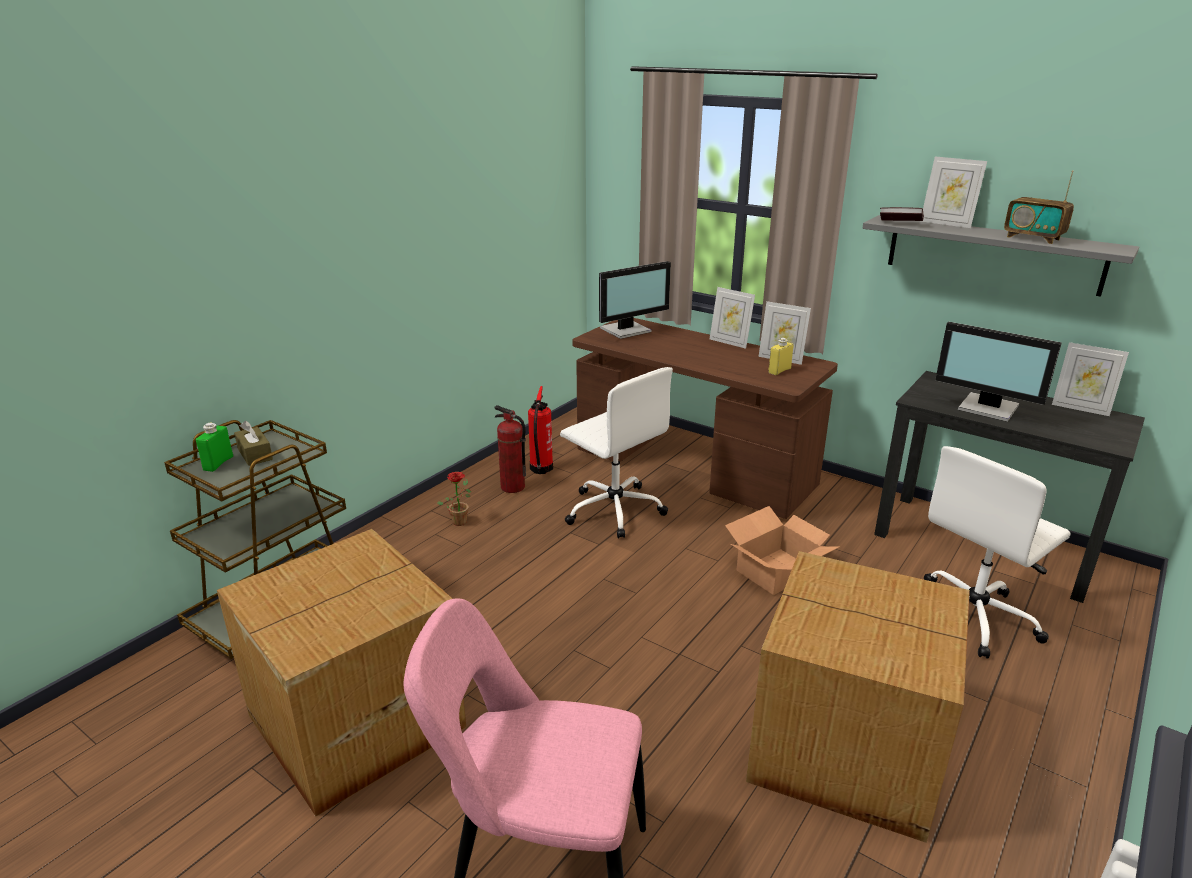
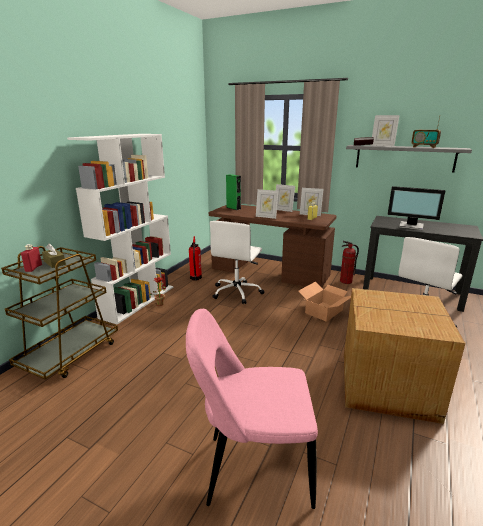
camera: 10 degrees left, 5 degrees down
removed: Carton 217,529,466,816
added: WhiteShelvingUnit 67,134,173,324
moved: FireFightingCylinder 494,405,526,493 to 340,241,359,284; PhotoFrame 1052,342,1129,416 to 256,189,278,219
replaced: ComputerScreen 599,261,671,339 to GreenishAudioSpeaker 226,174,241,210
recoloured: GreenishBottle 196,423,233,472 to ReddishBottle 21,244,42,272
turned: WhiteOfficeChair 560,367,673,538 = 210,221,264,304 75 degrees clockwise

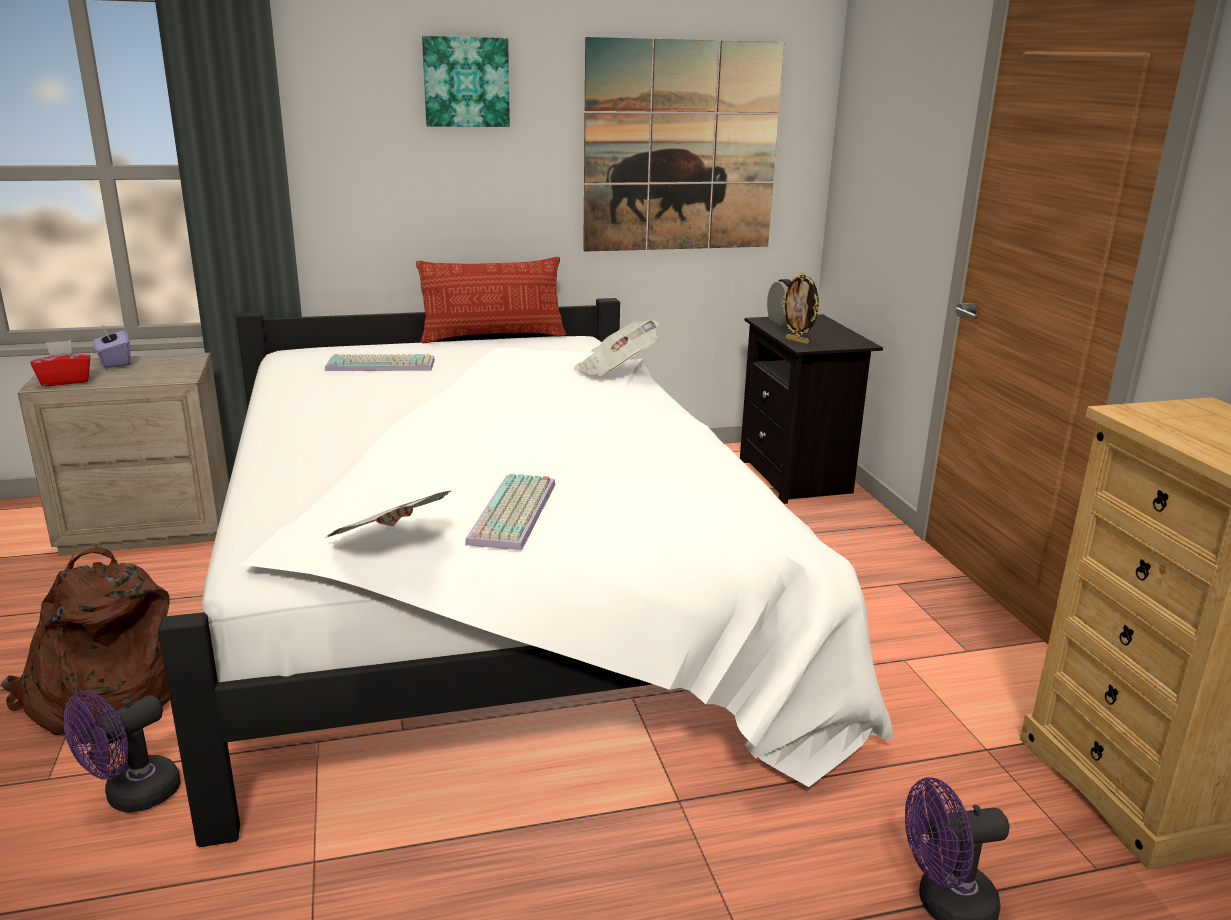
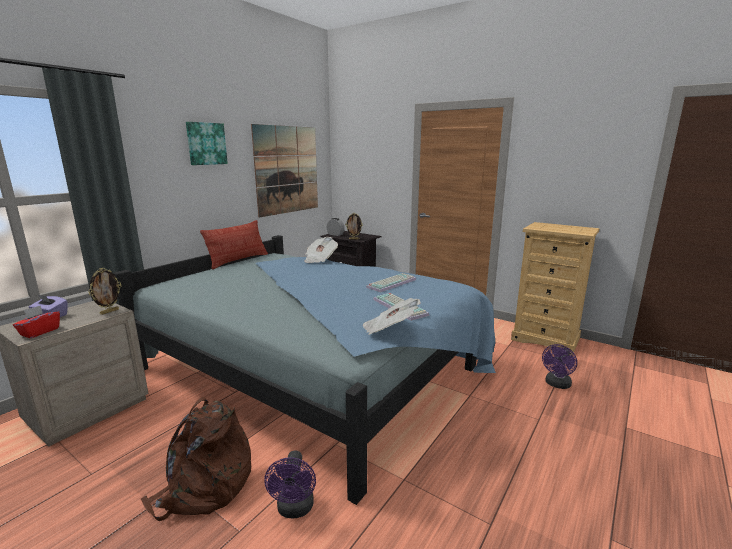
camera: 40 degrees left, 5 degrees down
added: PhotoFrame 88,268,121,315
moved: ComputerKeyboard 325,354,435,371 to 366,273,416,293
recoloured: WhiteBedroomBed 158,298,893,847 to BluishBedroomBed 113,235,496,505

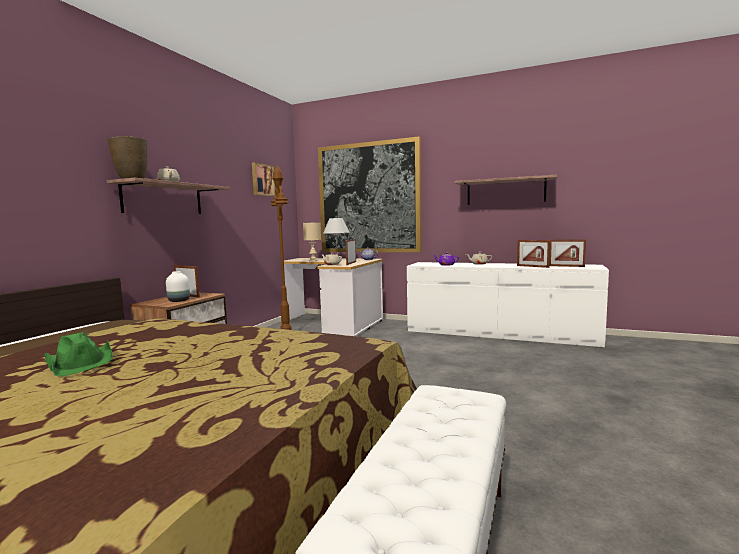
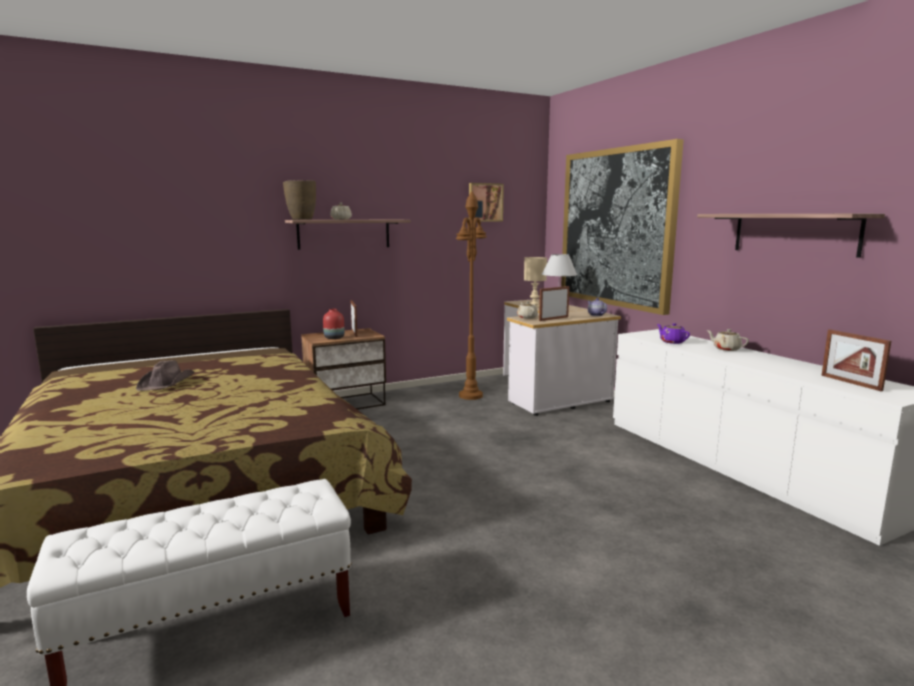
camera: 40 degrees right, 5 degrees up
removed: PhotoFrame 517,240,550,268
recoloured: GreenishClothingHat 44,332,113,377 to BrownishClothingHat 136,360,195,391; WhiteFlowerVase 166,271,190,302 to ReddishFlowerVase 323,309,345,339

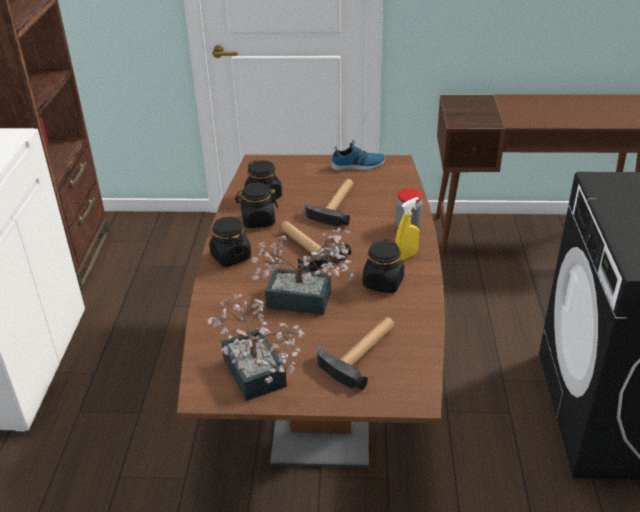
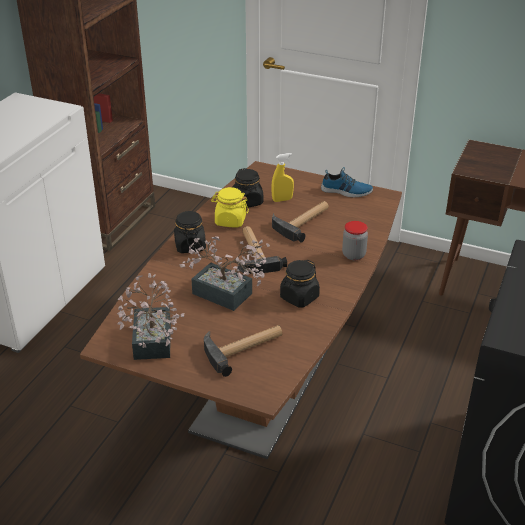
camera: 20 degrees right, 0 degrees up
moved: YellowHandSprayer 395,197,419,261 to 271,153,294,202
recoloured: BlackishPreserveJar 235,183,278,228 to YellowPreserveJar 211,187,249,227

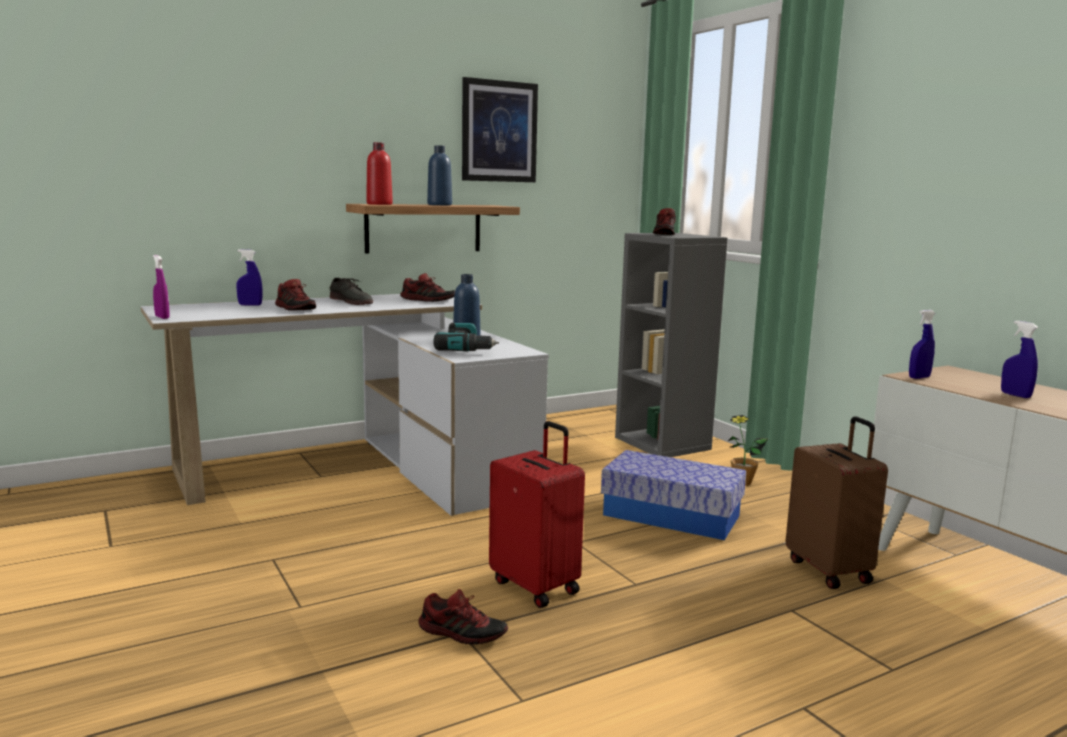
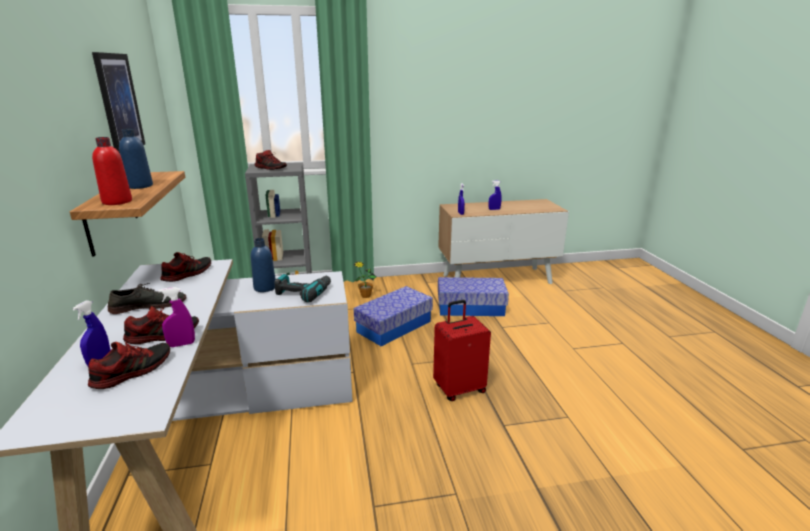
camera: 70 degrees left, 10 degrees up
moved: PurpleHandSprayer 153,255,169,319 to 158,287,195,347; LowShoe 419,589,508,644 to 88,341,170,389
replaced: BrownishSuitcase 785,416,888,589 to StorageBin 438,277,509,316

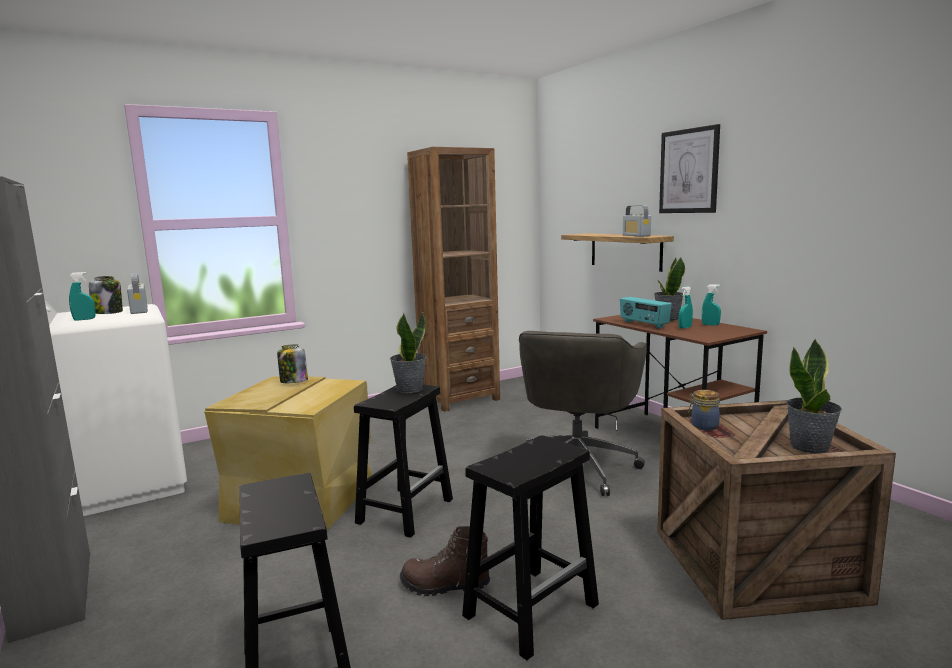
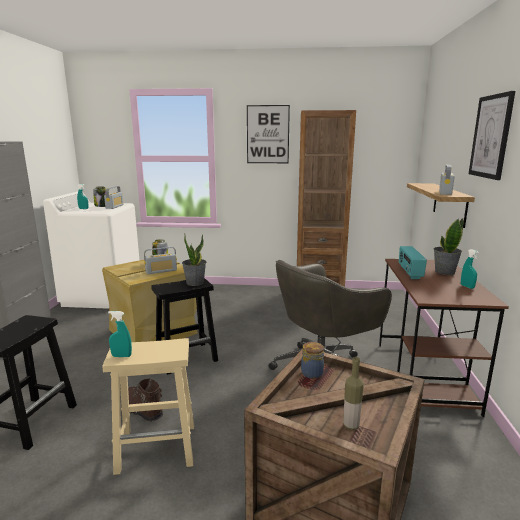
camera: 35 degrees right, 5 degrees up
added: Radio 144,247,177,274; Picture 247,105,290,163
moved: TurquoiseColouredHandSprayer 679,286,693,329 to 108,311,132,357
replaced: PlantInAPot 786,338,842,454 to Bottle 343,357,364,430
recoloured: BlackishStool 462,435,599,660 to BeigeStool 103,338,194,475

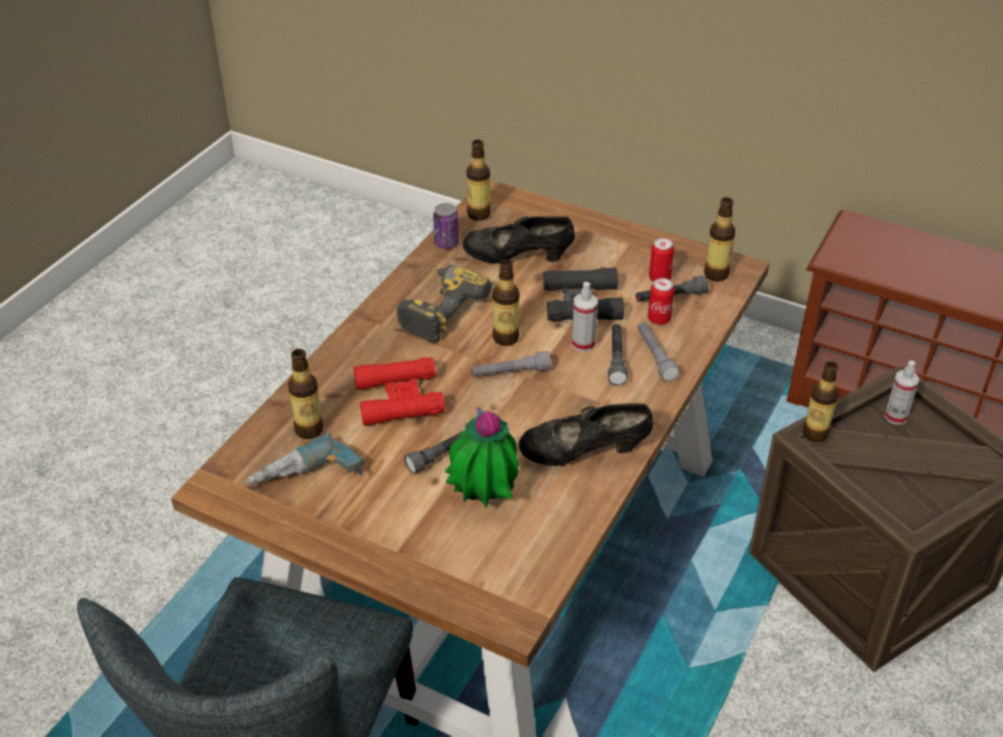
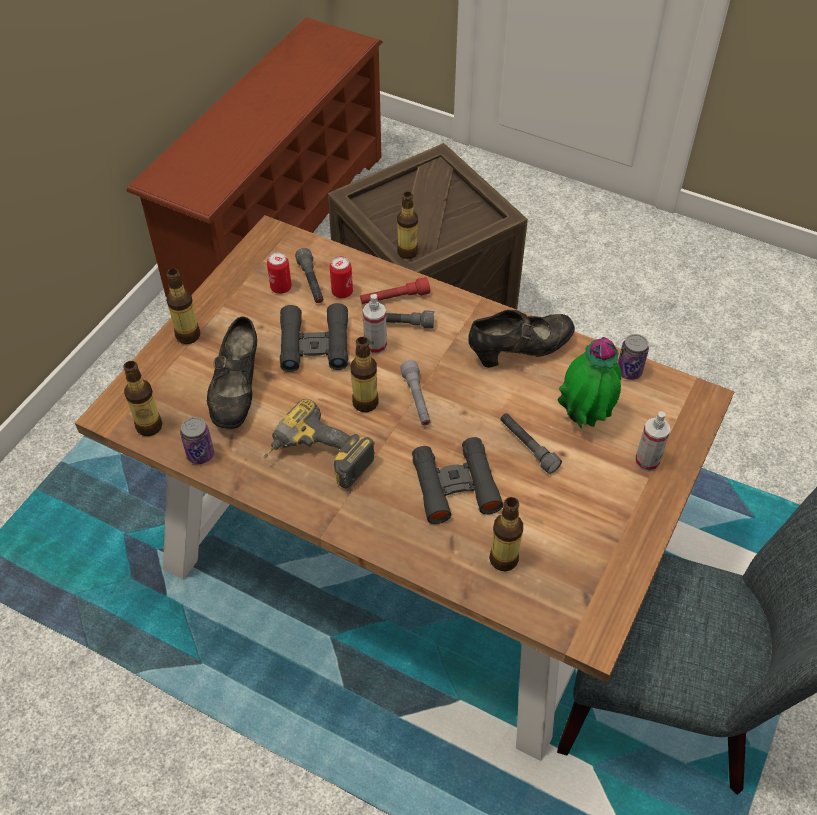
camera: 90 degrees left, 10 degrees up
removed: ElectricDrill 245,434,364,485
added: Can 618,334,649,380
moved: Bottle 704,197,735,281 to 166,269,200,344; HandSprayer 884,361,919,425 to 635,411,670,472
recoloured: ReddishPairOfBinoculars 354,357,445,426 to BlackishPairOfBinoculars 412,437,503,524; GreyTorch 637,322,680,382 to ReddishTorch 360,277,430,304
turned: BlackishLowShoe 519,403,654,466 = 468,310,575,368 105 degrees counterclockwise

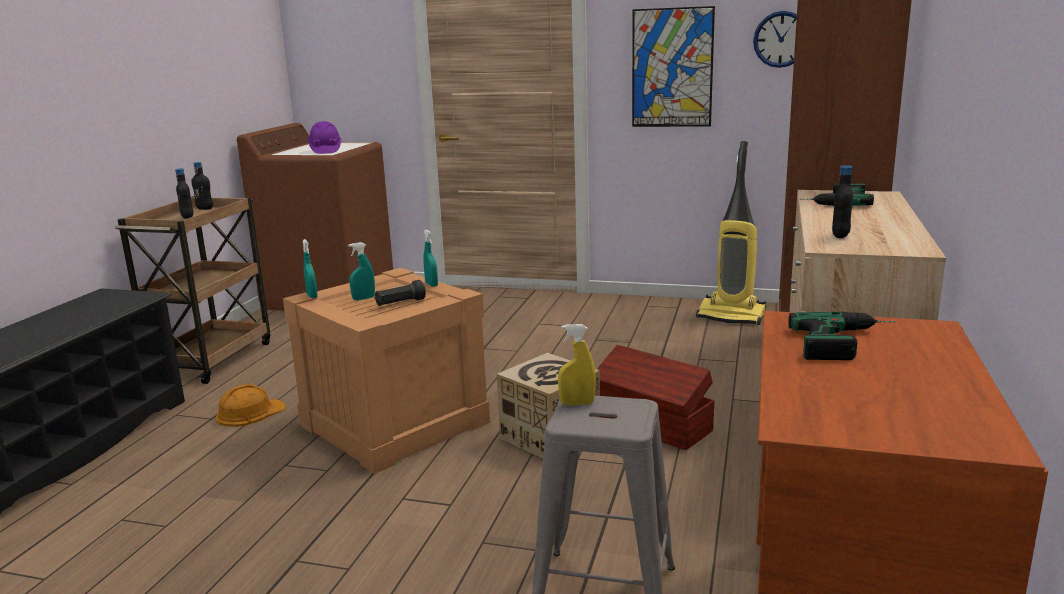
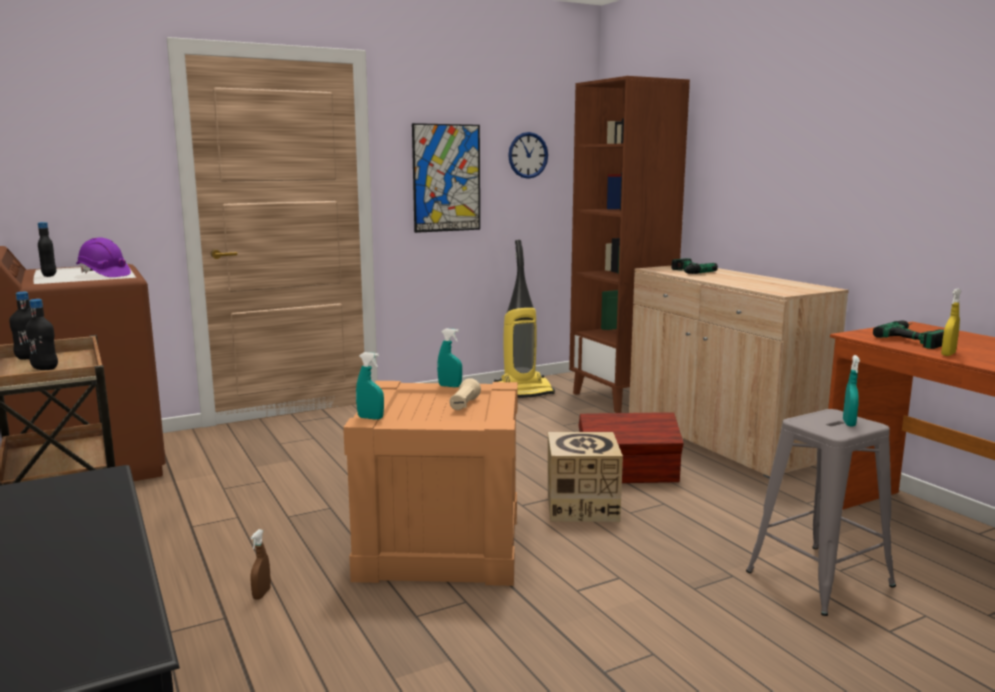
camera: 45 degrees left, 5 degrees down
moved: TurquoiseColouredHandSprayer 349,242,375,300 to 843,355,860,427; YellowHandSprayer 558,324,596,405 to 941,289,961,356; BlackishBottle 832,165,853,238 to 38,222,56,277
replaced: OrangeWorkHelmet 216,384,286,427 to BrownishHandSprayer 250,529,271,600
recoloured: BlackishTorch 374,280,426,306 to BeigeTorch 449,378,481,410

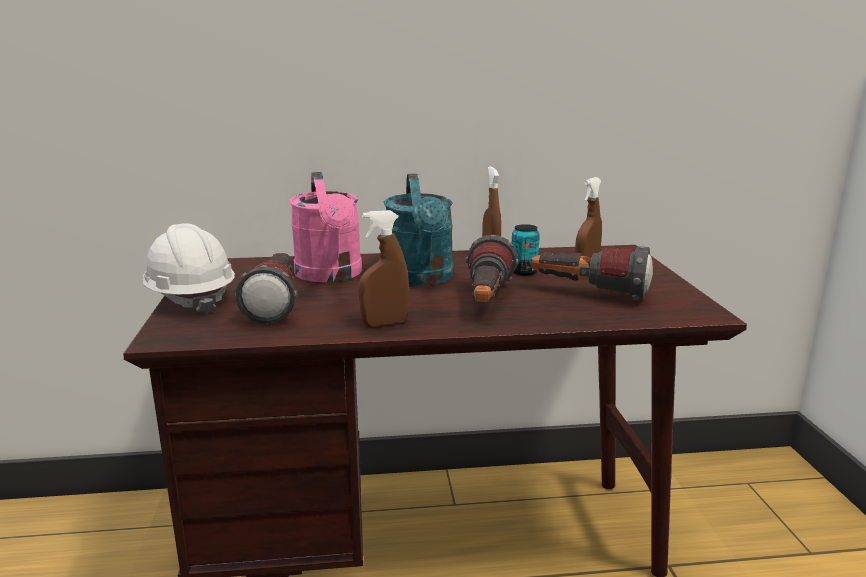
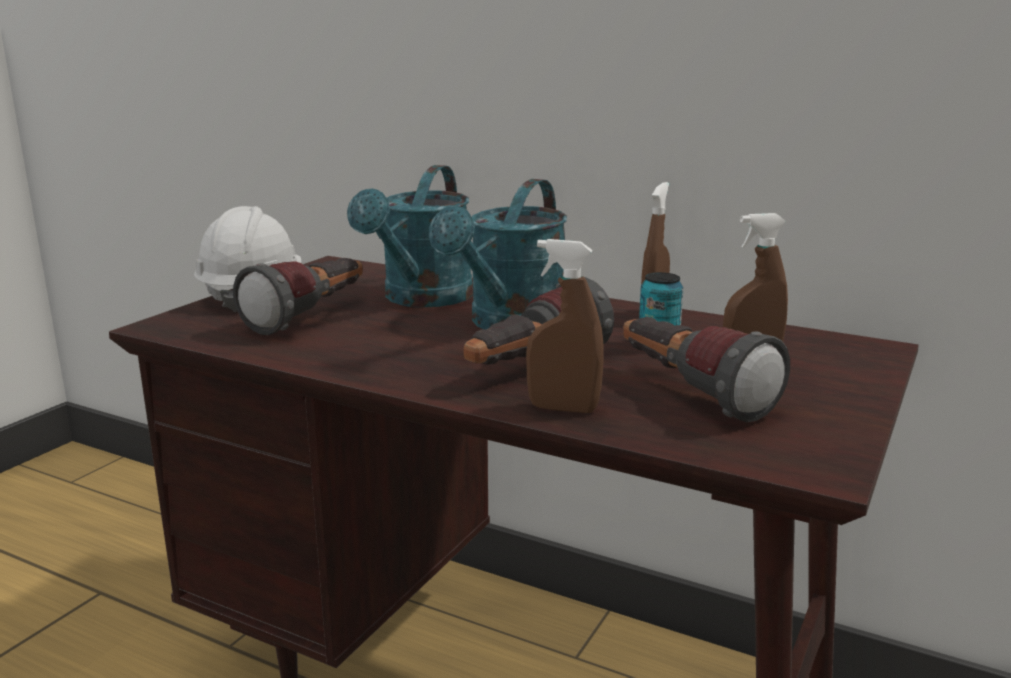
camera: 35 degrees right, 0 degrees up
moved: BrownishHandSprayer 359,210,409,326 to 526,239,604,413
recoloured: PinkColouredWateringPot 289,172,362,282 to TurquoiseColouredWateringPot 347,165,473,307

